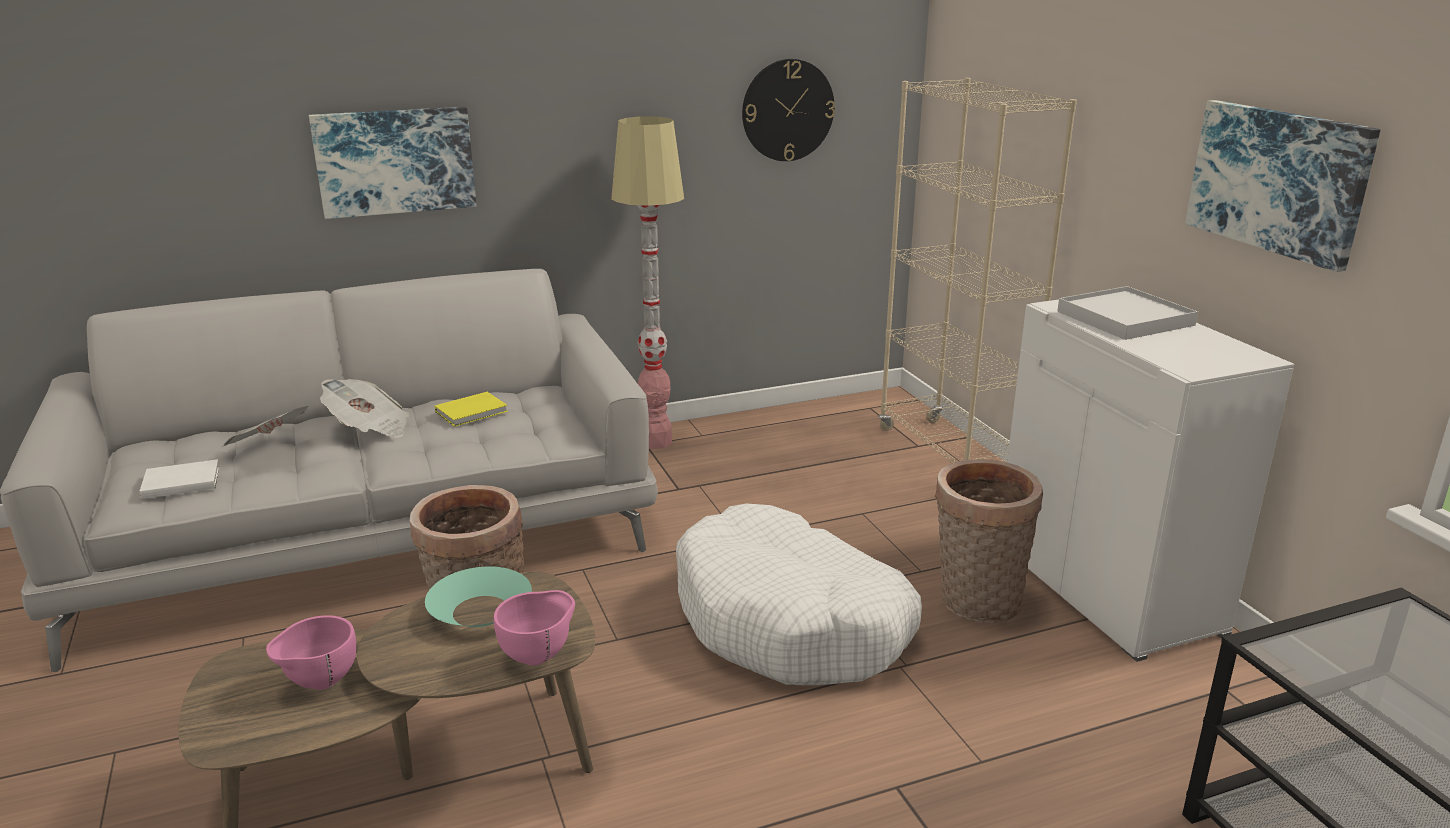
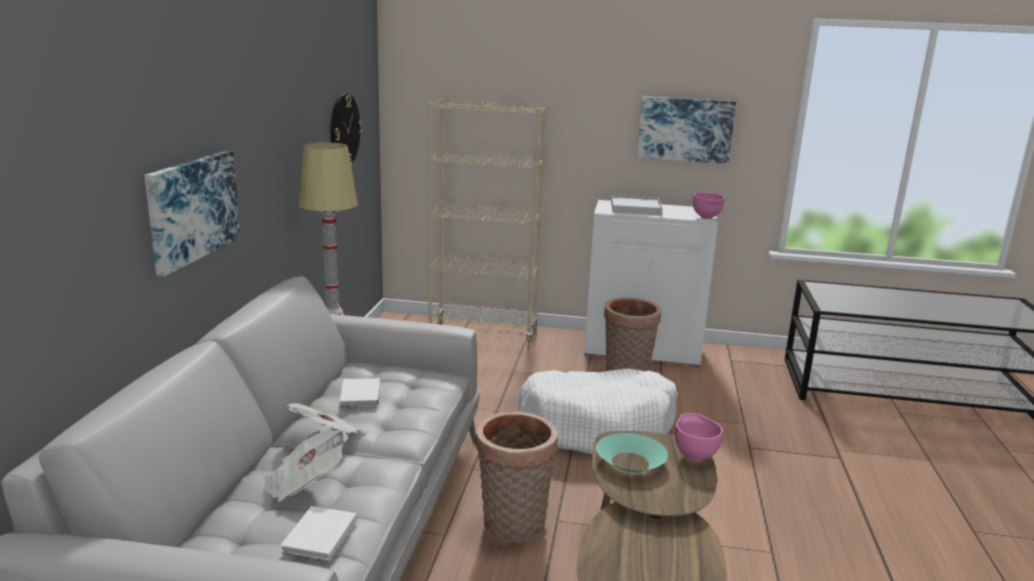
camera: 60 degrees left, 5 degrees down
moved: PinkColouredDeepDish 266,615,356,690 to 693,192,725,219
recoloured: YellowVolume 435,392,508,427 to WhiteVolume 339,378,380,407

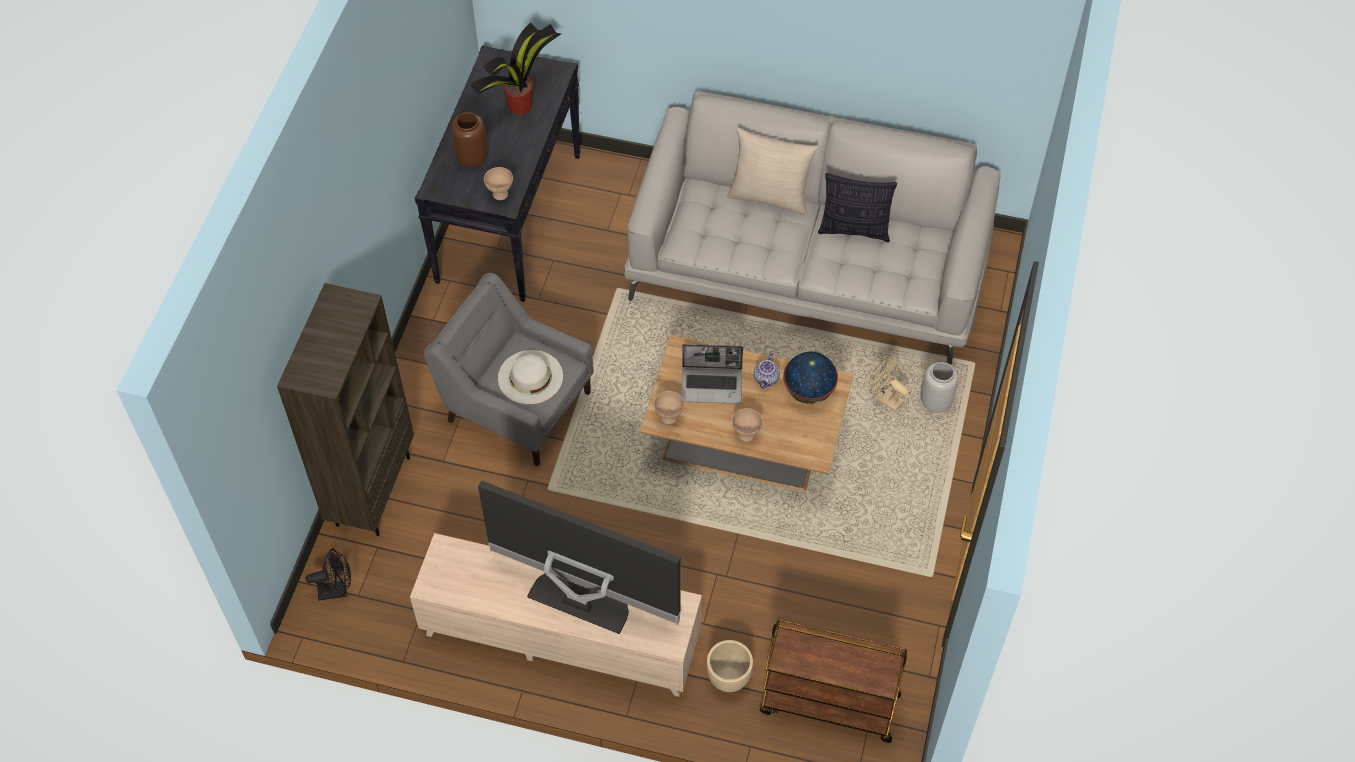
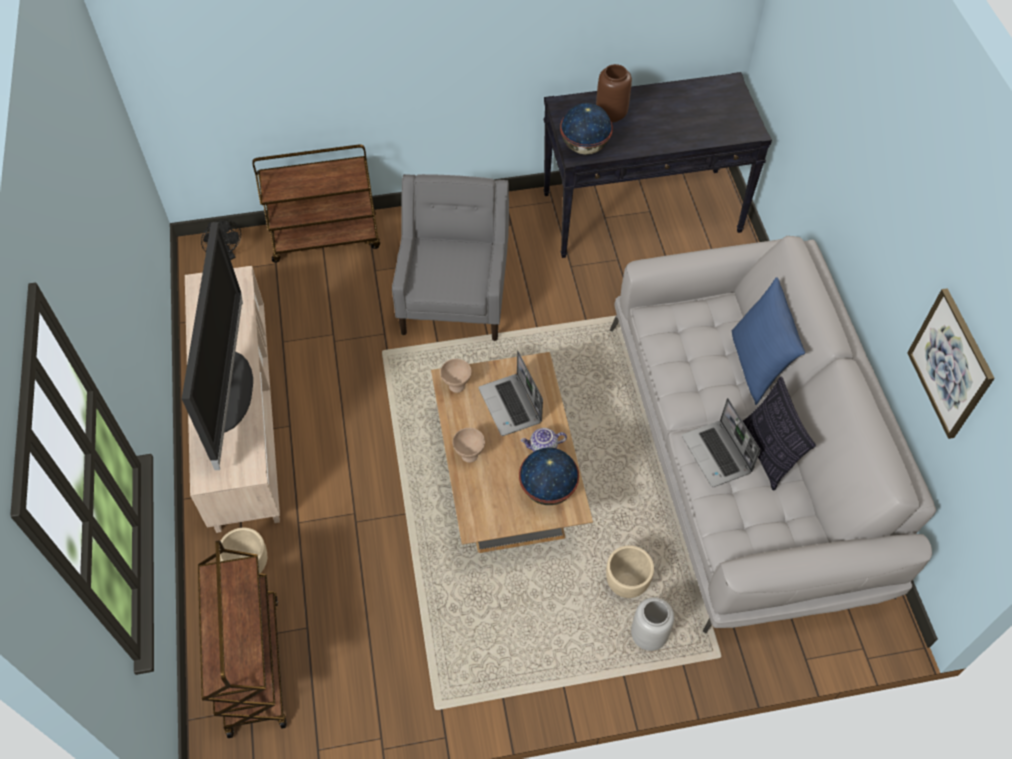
camera: 65 degrees right, 0 degrees up
removed: PlantInAPot 470,22,561,115; WhiteClothingHat 498,350,563,404
added: Laptop 682,398,761,487; Picture 907,288,995,439
replaced: BrownishShelvingUnit 277,283,414,536 to BrownishWheeledCart 252,144,380,263; BeigeDeepDish 484,167,513,200 to WorldGlobe 560,103,613,155; BeigeFan 868,357,909,411 to BeigeFlowerPot 606,545,654,598
recoloured: BeigeCushion 727,127,819,216 to BluishCushion 732,277,805,405

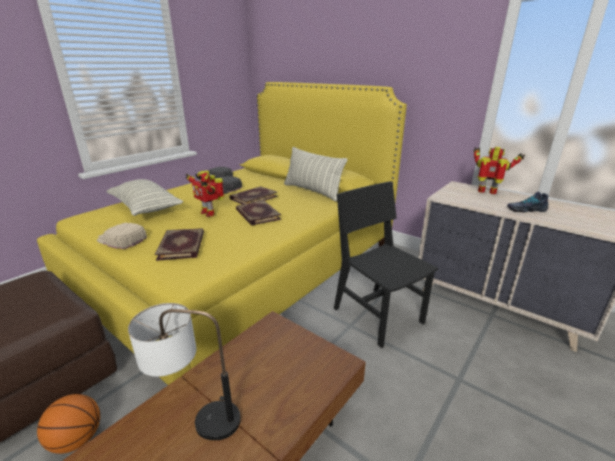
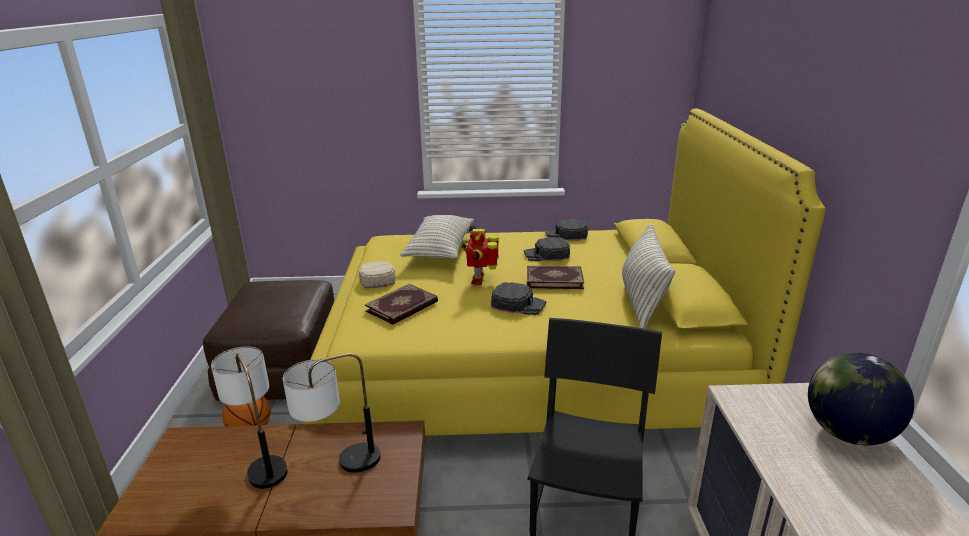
camera: 50 degrees right, 0 degrees up
removed: LowShoe 507,192,548,212
added: LampForATable 283,353,381,473
replaced: Volume 236,200,281,225 to BlackishCap 491,282,546,315; ToyRobot 474,147,525,194 to WorldGlobe 808,353,914,445

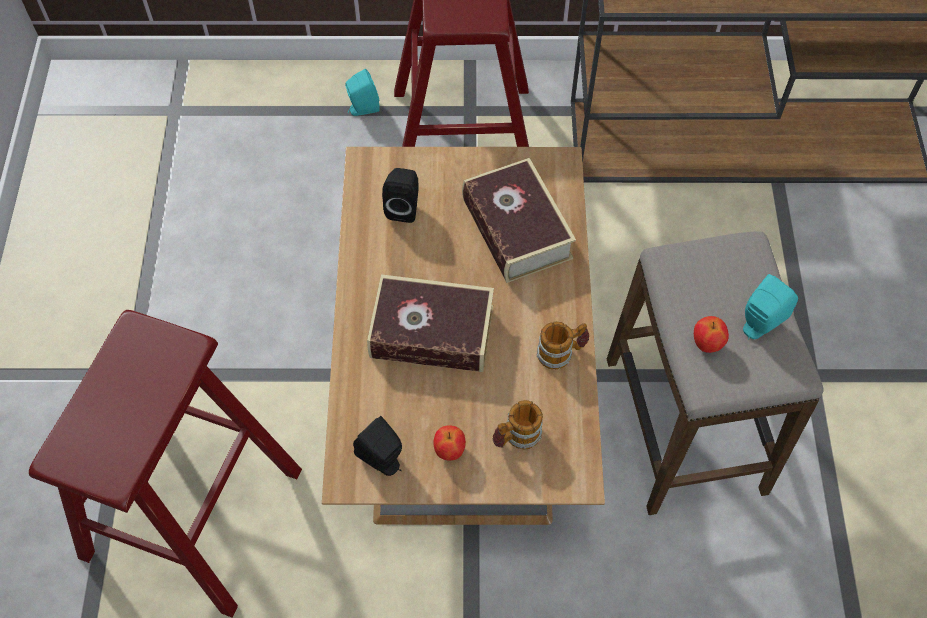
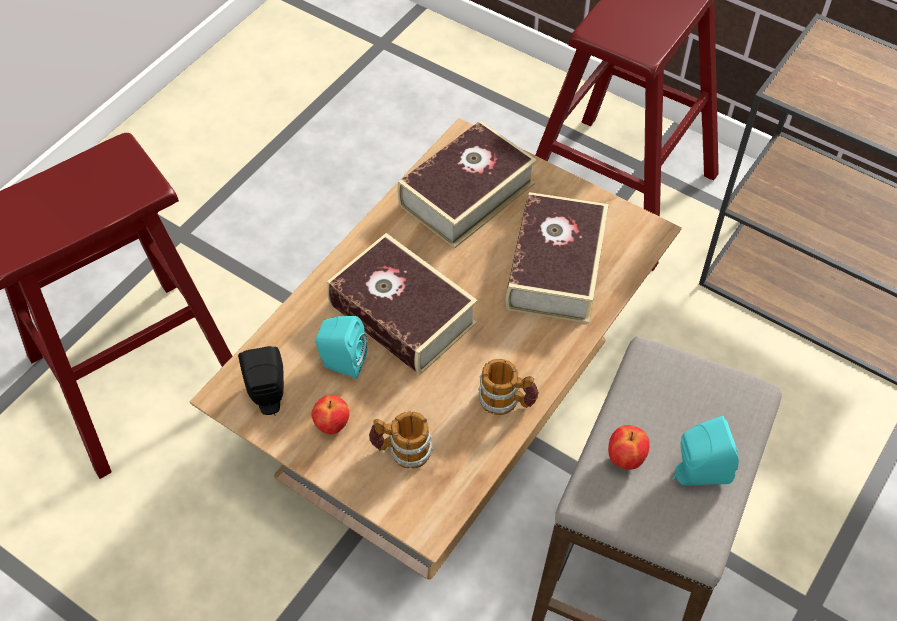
camera: 35 degrees right, 5 degrees down
moved: TurquoiseColouredAudioSpeaker 345,69,380,116 to 315,316,368,379
replaced: BlackishAudioSpeaker 382,168,419,223 to Volume 397,120,537,248

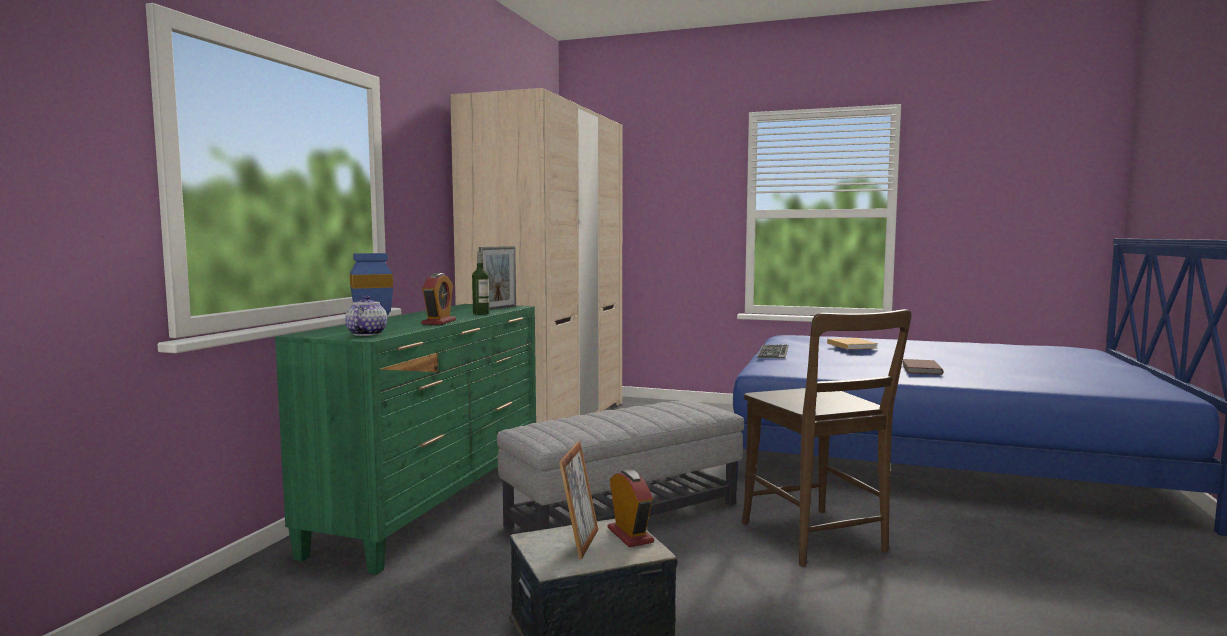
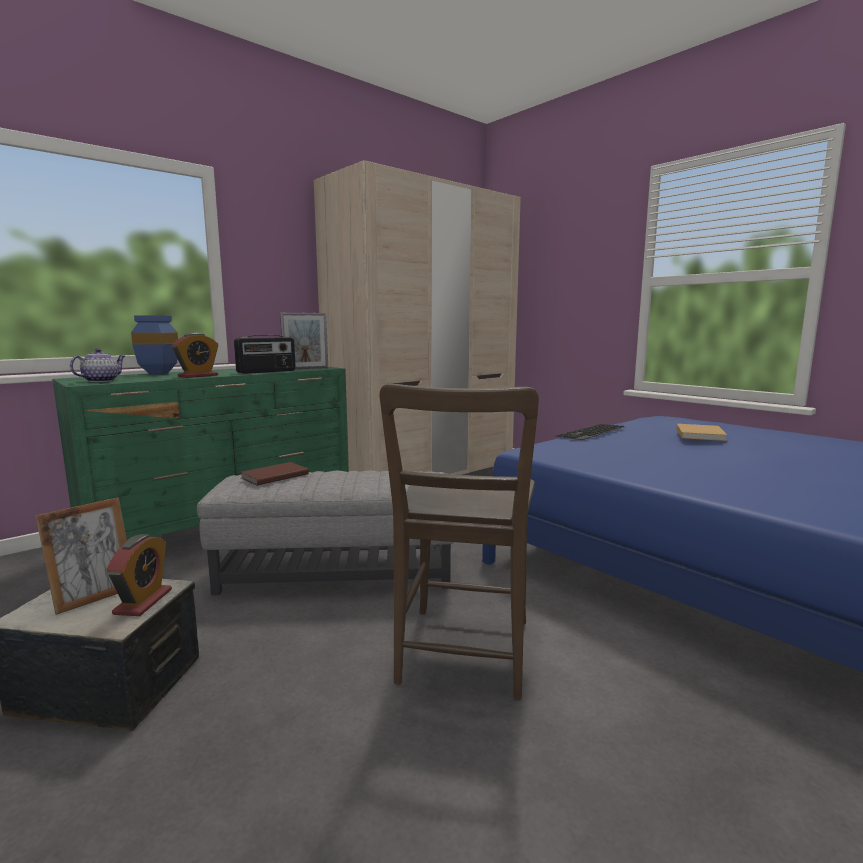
camera: 30 degrees right, 5 degrees up
moved: BrownishVolume 902,359,943,375 to 241,462,309,486
replaced: Bottle 472,252,489,315 to Radio 234,335,296,374

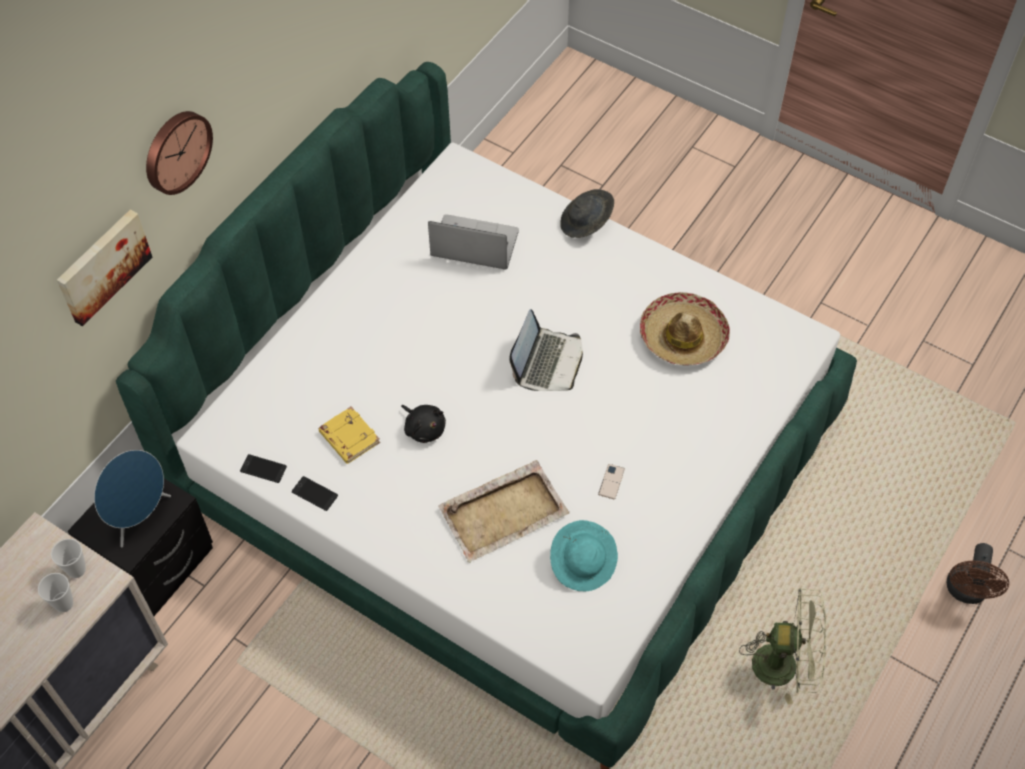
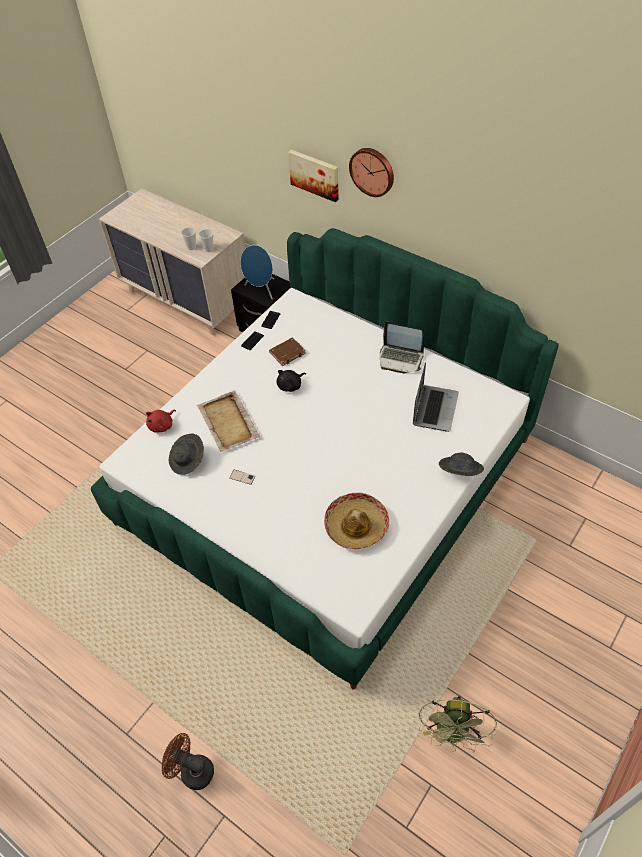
camera: 95 degrees right, 5 degrees down
added: ReddishPlushToy 146,410,176,432
moved: Laptop 509,309,583,391 to 380,322,424,373; GreenishFan 739,588,826,705 to 419,695,497,753
recoloured: YellowVolume 318,407,380,464 to BrownishVolume 269,338,306,366; TurquoiseColouredClothingHat 550,520,618,591 to GreyClothingHat 169,434,204,475

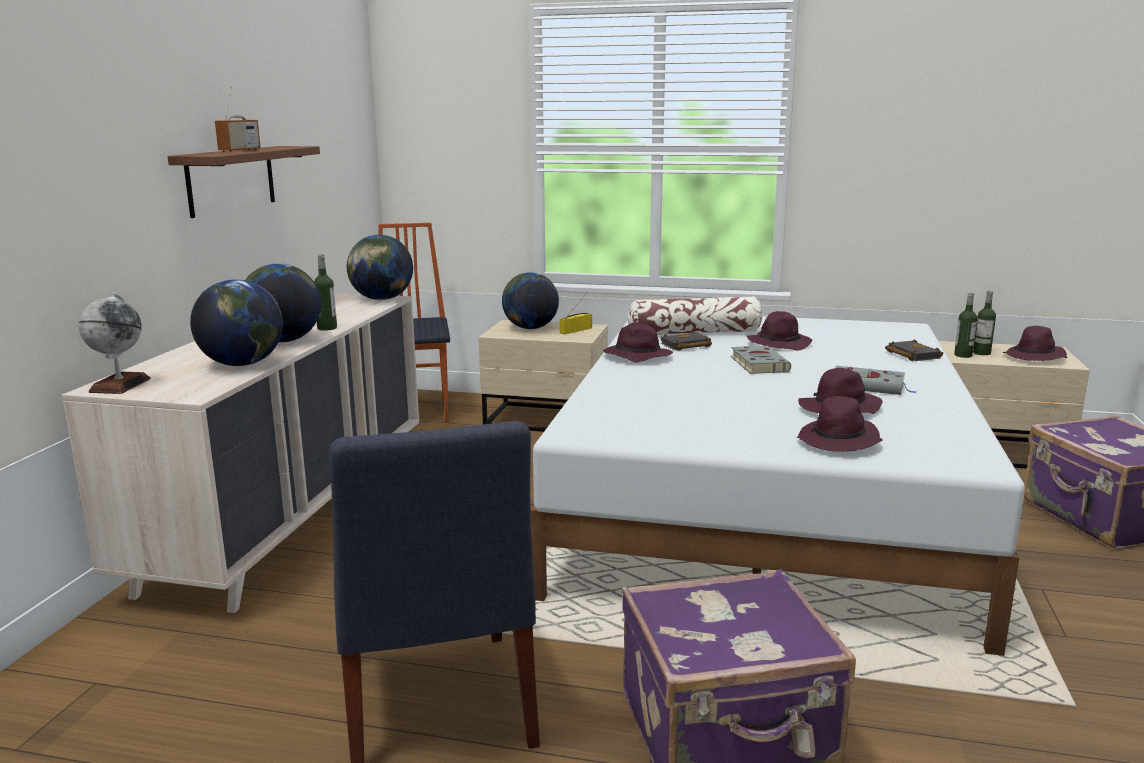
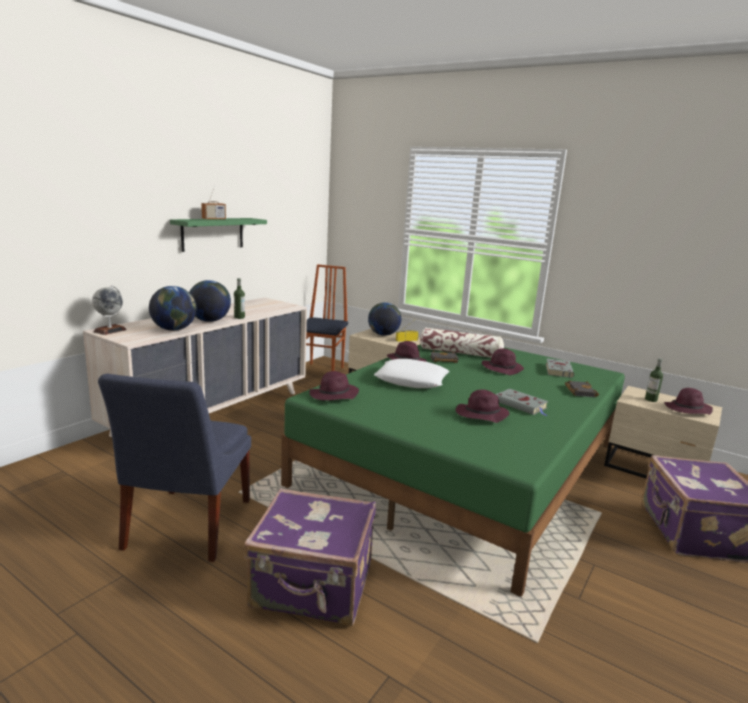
camera: 20 degrees right, 0 degrees up
removed: WorldGlobe 347,235,413,300; Bottle 954,293,977,358
added: WhiteCushion 374,359,450,388
moved: GreyVolume 731,345,791,374 to 546,359,574,378; PurpleClothingHat 797,396,883,452 to 309,371,359,401
recoloured: BrownishShelf 168,146,320,218 to GreenishShelf 170,218,267,252; WhiteBedroomBed 530,316,1025,656 to GreenishBedroomBed 281,344,625,597

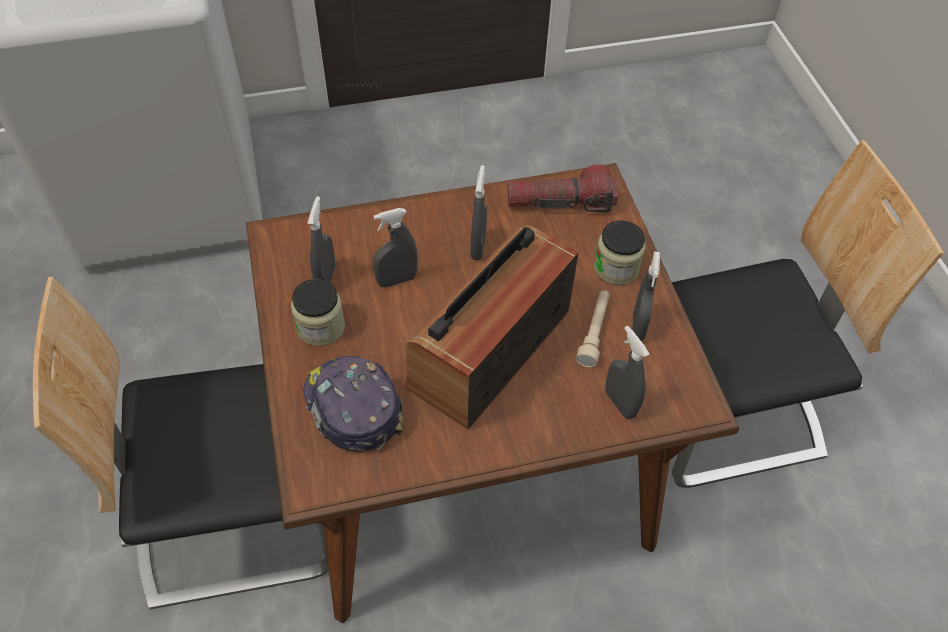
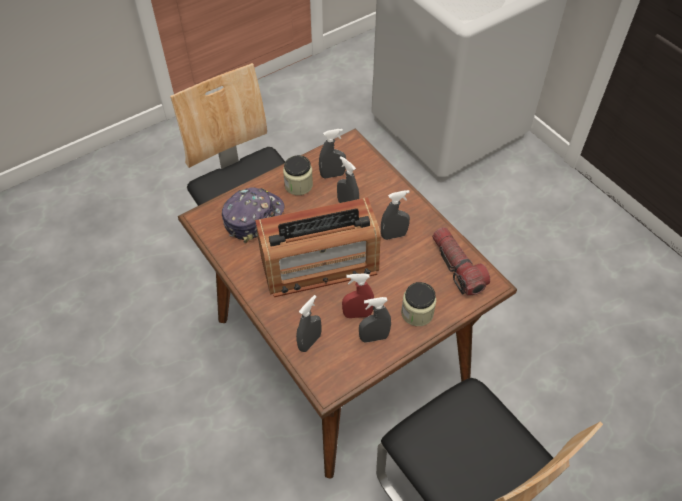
camera: 70 degrees right, 0 degrees up
replaced: BeigeTorch 576,290,610,367 to ReddishHandSprayer 342,273,374,318
turned: Radio 405,225,579,429 = 255,197,381,297 150 degrees clockwise

